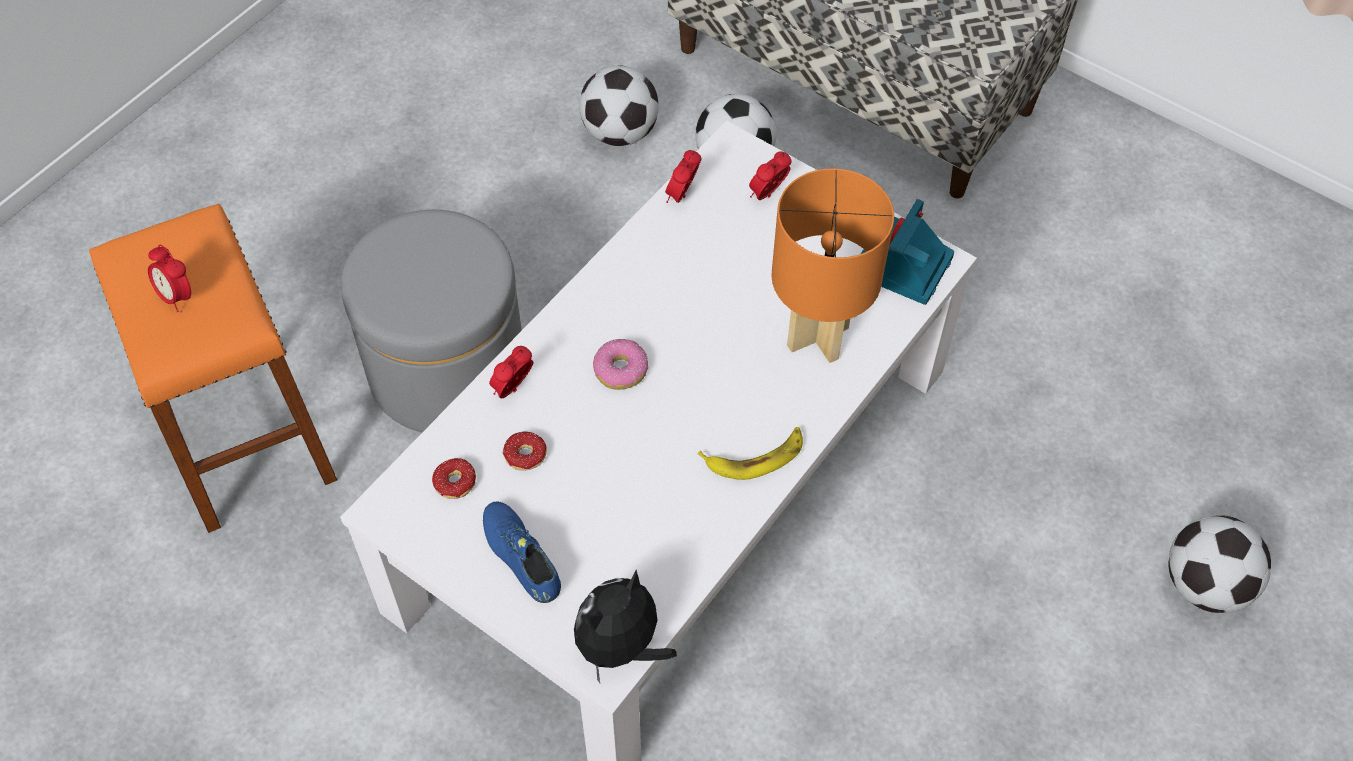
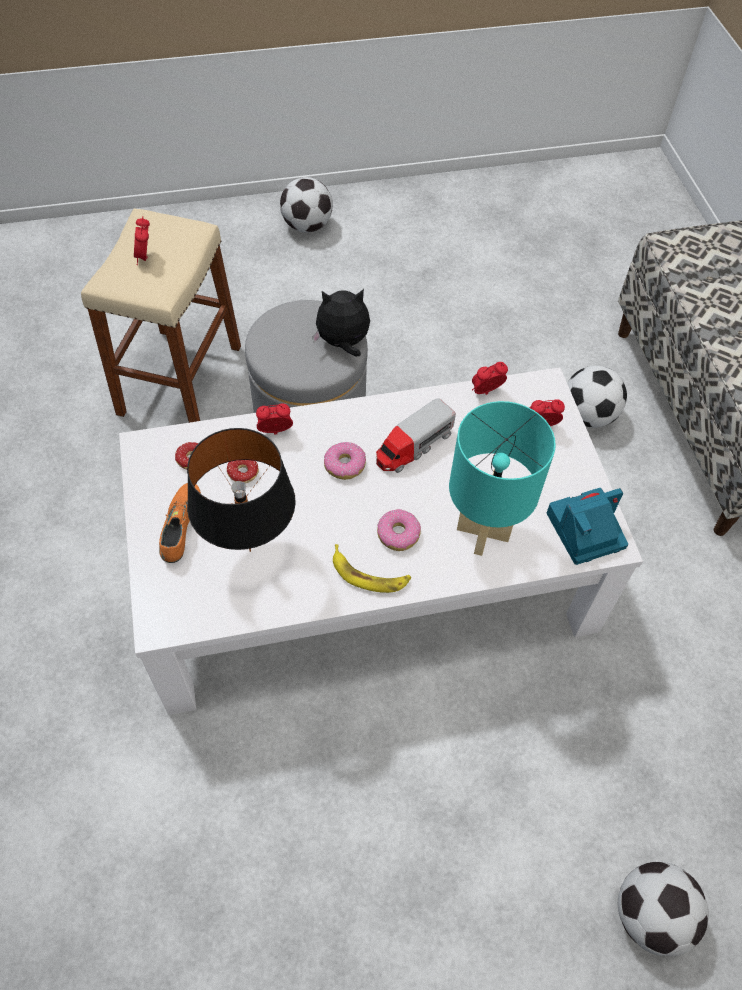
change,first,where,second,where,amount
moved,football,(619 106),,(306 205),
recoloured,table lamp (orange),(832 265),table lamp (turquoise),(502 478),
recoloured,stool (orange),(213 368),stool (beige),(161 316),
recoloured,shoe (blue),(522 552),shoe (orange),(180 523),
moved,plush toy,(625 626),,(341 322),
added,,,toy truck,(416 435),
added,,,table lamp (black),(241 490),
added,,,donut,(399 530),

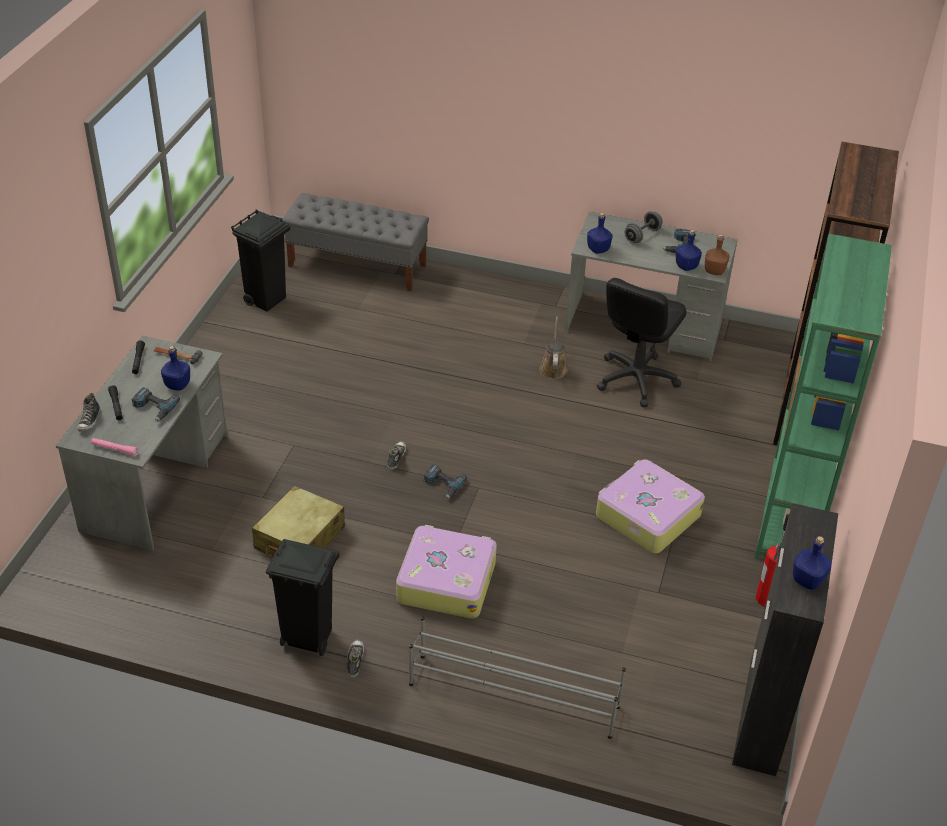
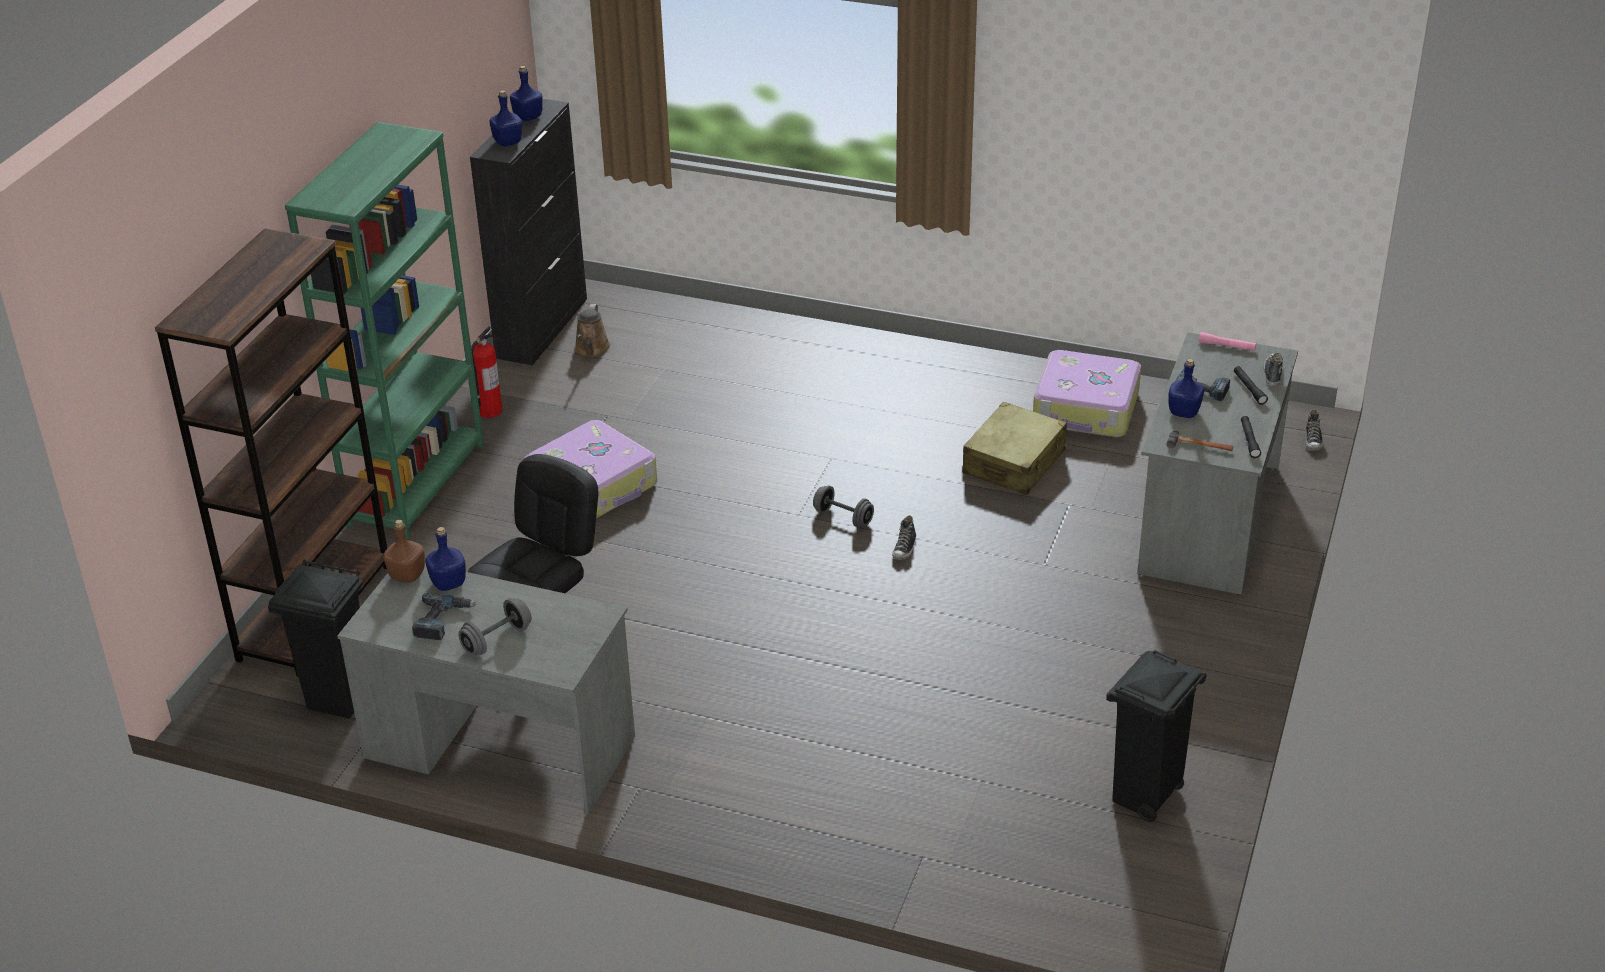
change,first,where,second,where,amount
removed,bench (grey),(355 242),,,
moved,bottle (blue),(600 233),,(506 118),
moved,watering can (brown),(553 348),,(593 330),
replaced,power drill,(445 481),dumbbell (grey),(843 506),
moved,suitcase,(446 572),,(1087 393),
moved,trash can (black),(303 597),,(315 639),
removed,shoe rack (grey),(517 677),,,
moved,shoe,(355 659),,(1314 430),

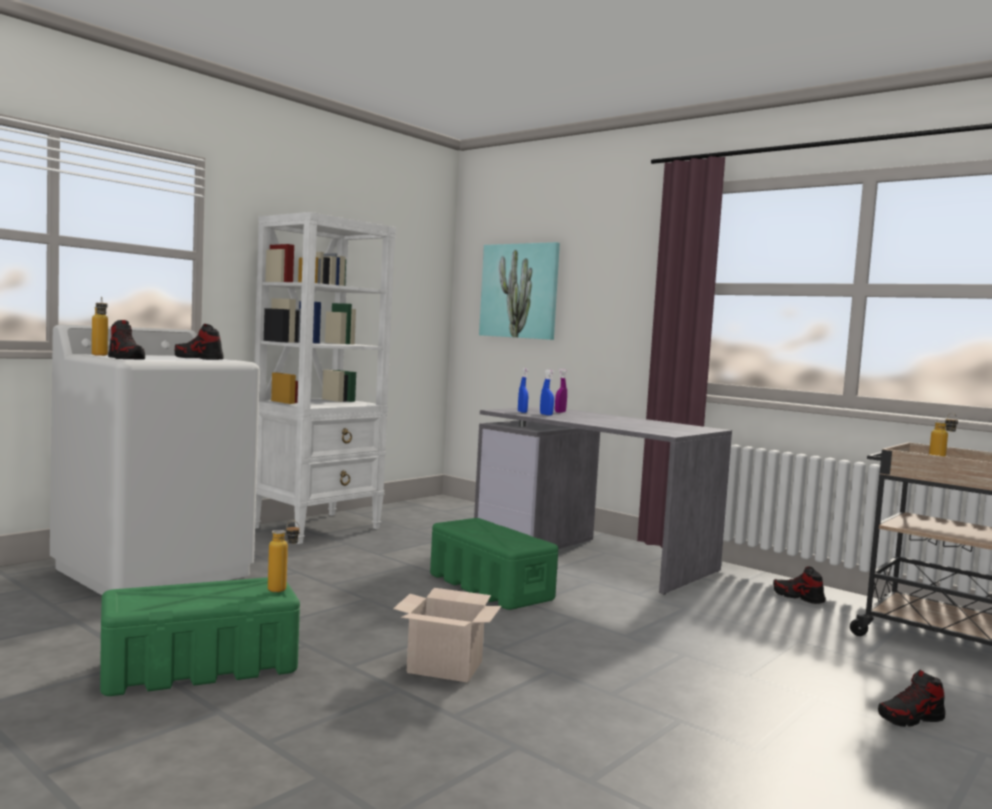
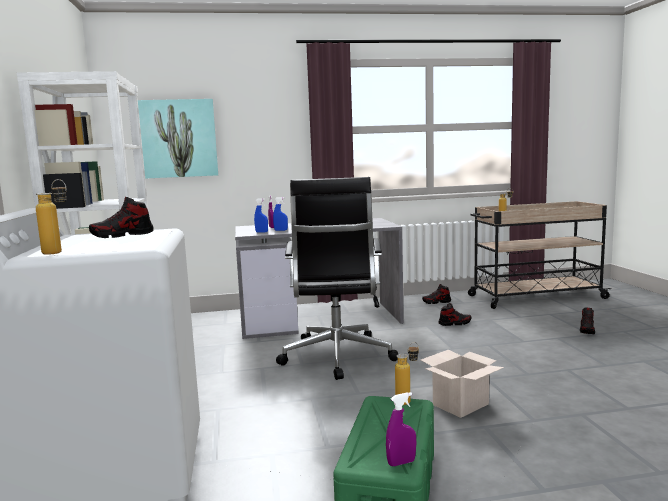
change,first,where,second,where,amount
moved,shoe,(126 340),,(454 314),
replaced,storage box (green),(494 564),office chair (black),(337 278),
added,,,spray bottle (purple),(401 429),

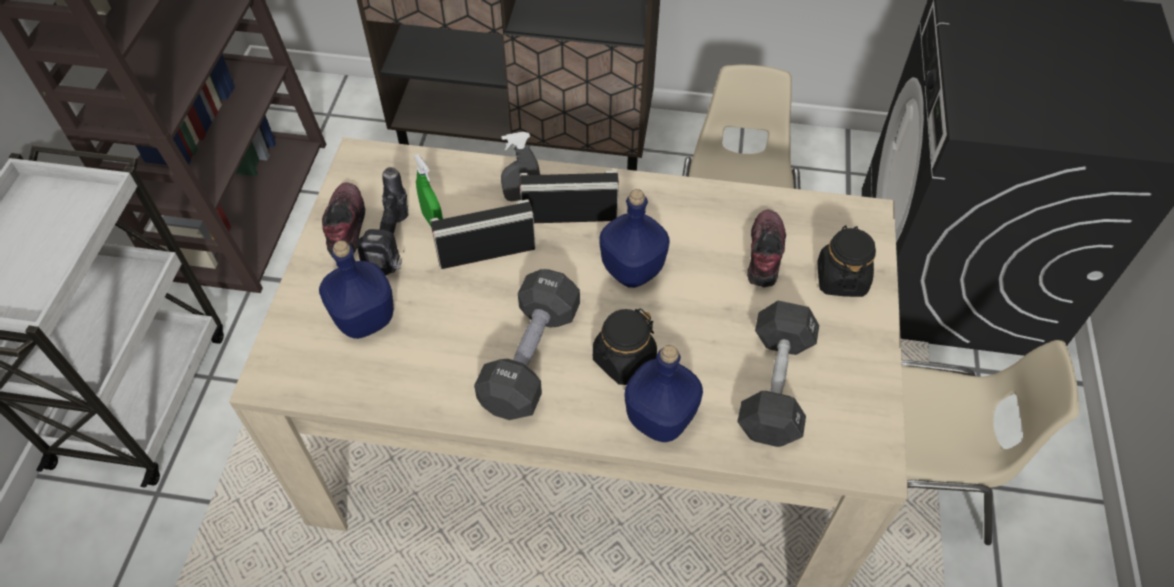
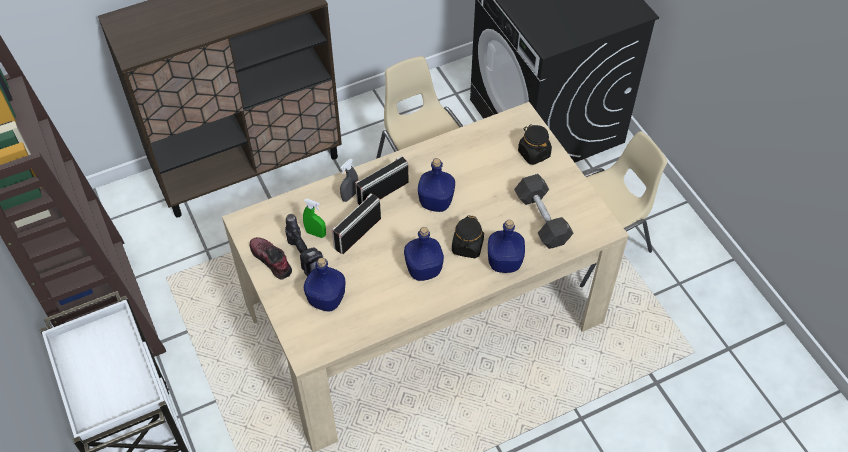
change,first,where,second,where,amount
removed,shoe,(766 249),,,
replaced,dumbbell (black),(527 344),bottle (blue),(424 254),

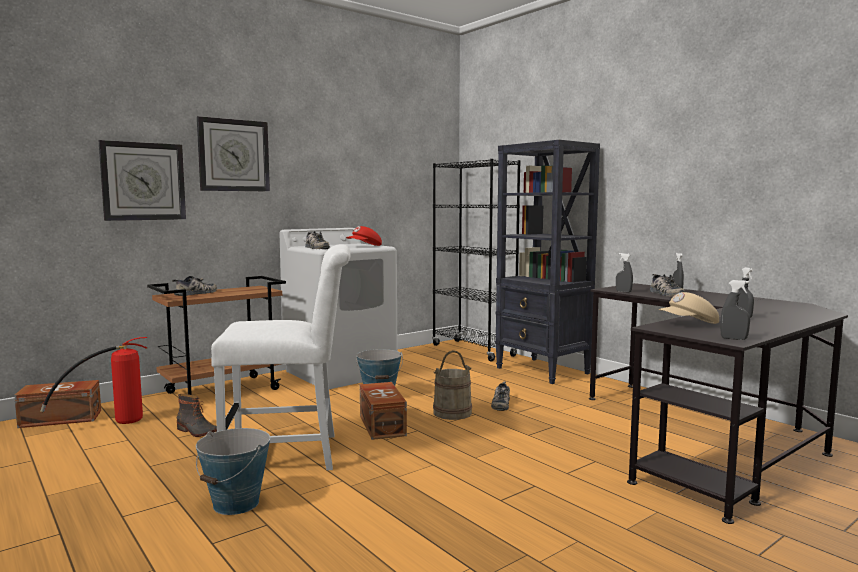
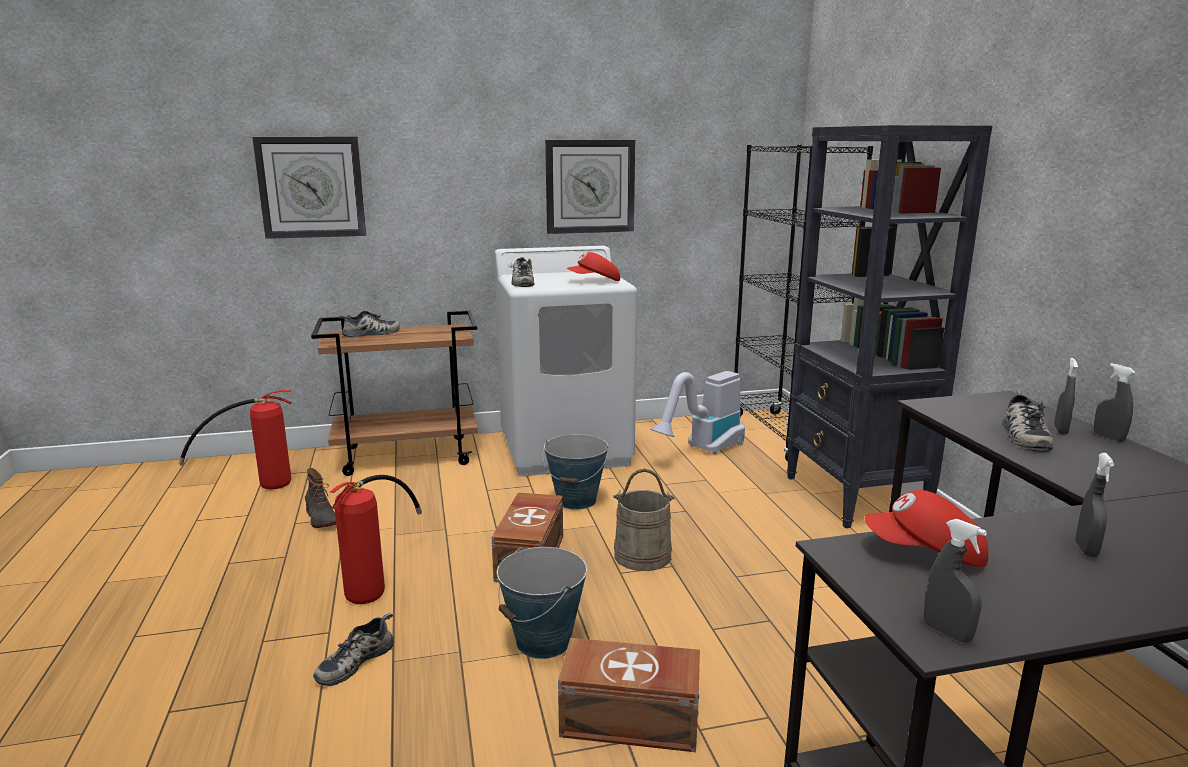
change,first,where,second,where,amount
moved,wall clock,(233 153),,(590 187),
replaced,chair (white),(281 357),fire extinguisher,(376 539),
moved,spray bottle (grey),(624 273),,(1115 402),
recoloured,cap (beige),(689 308),cap (red),(926 528),
moved,storage box (brown),(57 404),,(629 695),
moved,shoe,(500 396),,(353 649),
moved,bucket,(233 471),,(542 603),
added,,,vacuum cleaner,(697 413),

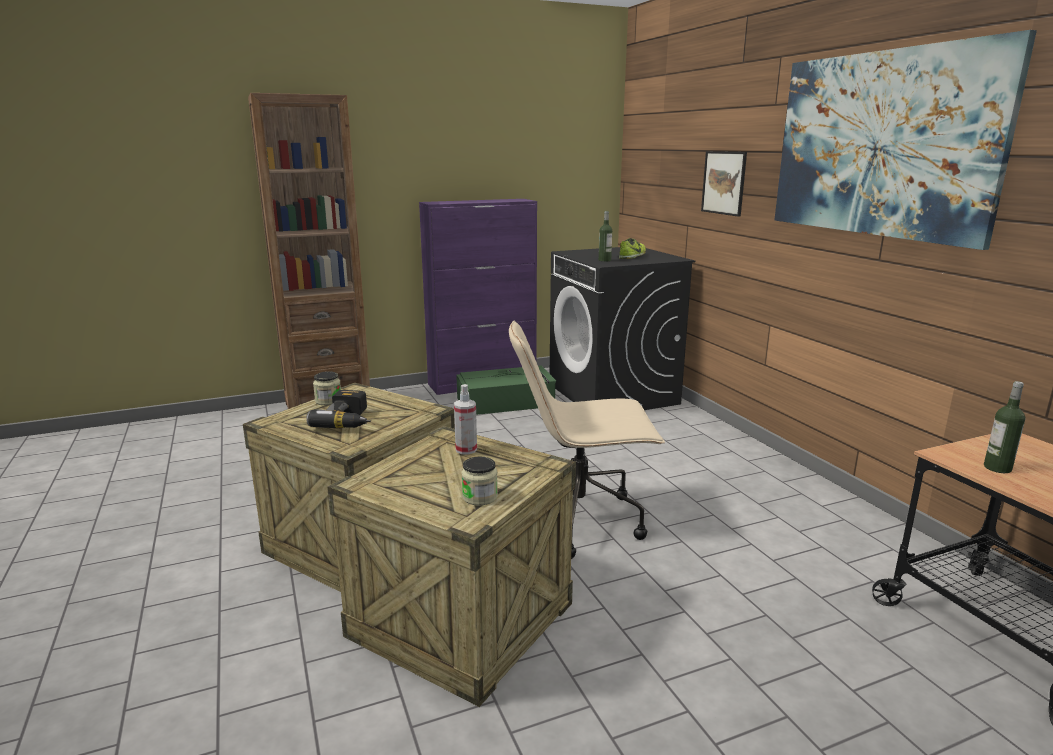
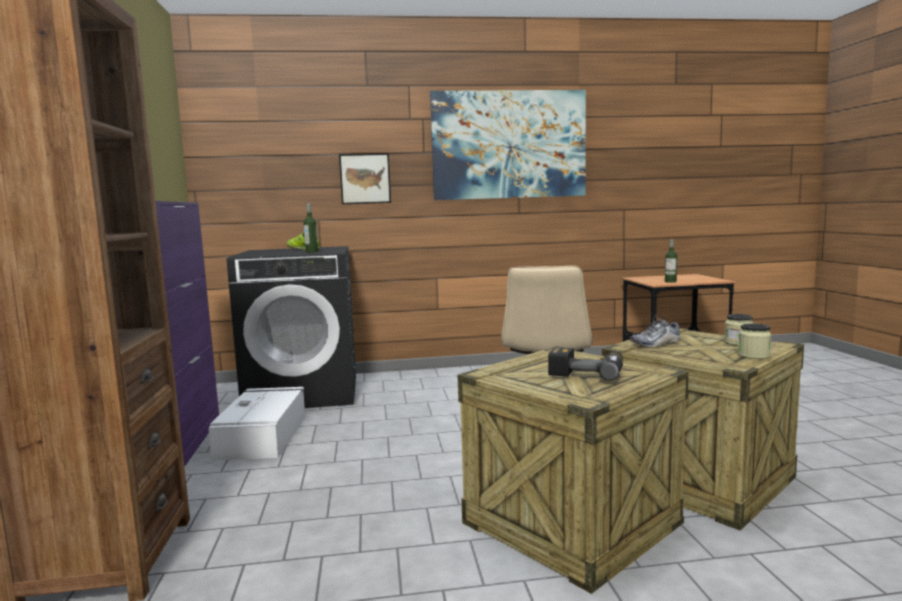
change,first,where,second,where,amount
recoloured,storage box (green),(506 390),storage box (white),(256 423),
moved,jar,(327 388),,(754 341),
replaced,spray bottle,(465 419),shoe,(655 331),

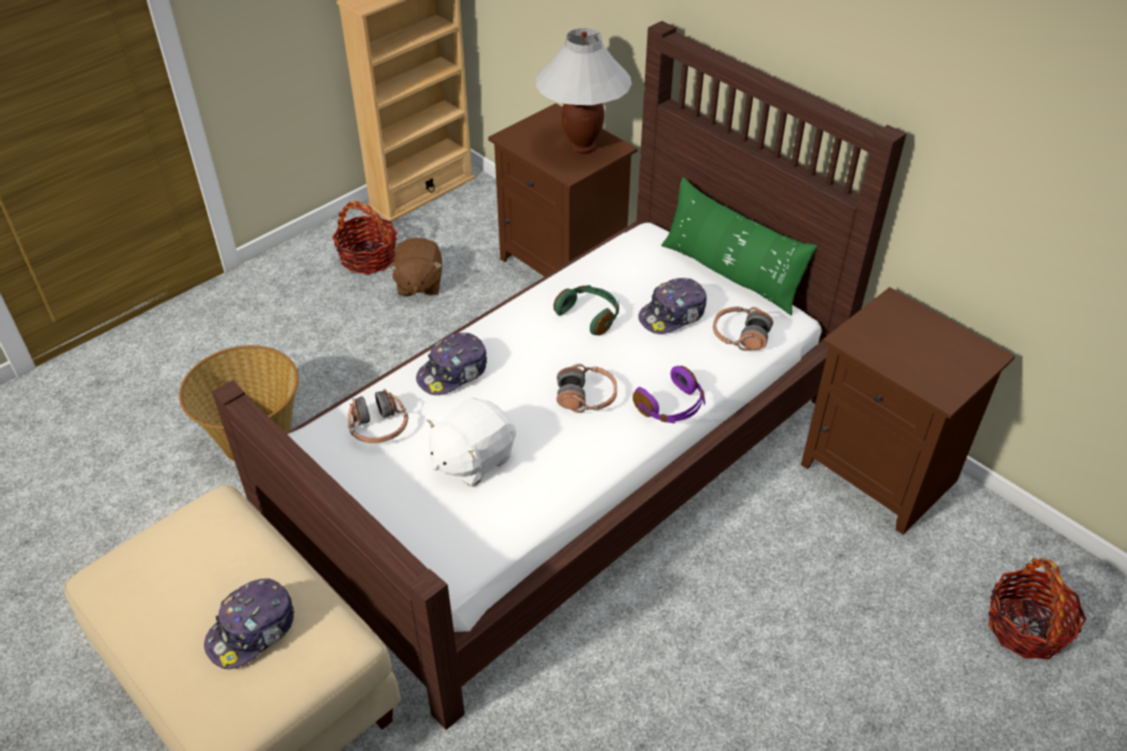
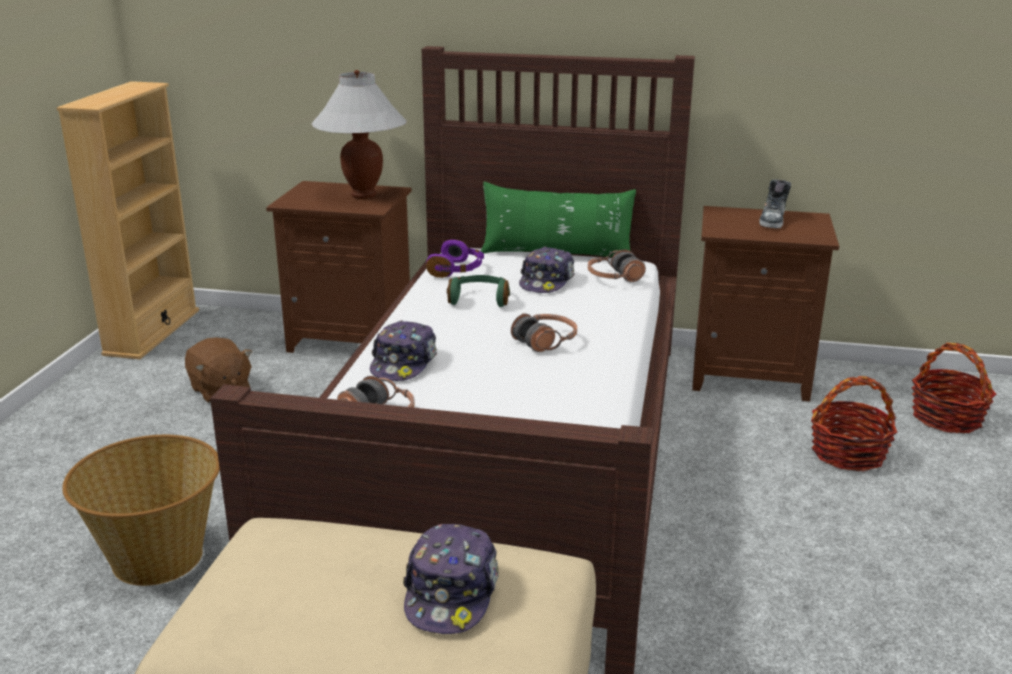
change,first,where,second,where,amount
moved,basket,(364 237),,(854 423),
moved,headphones (purple),(669 394),,(455 259),
removed,plush toy (white),(471 442),,,
added,,,shoe,(775 203),

